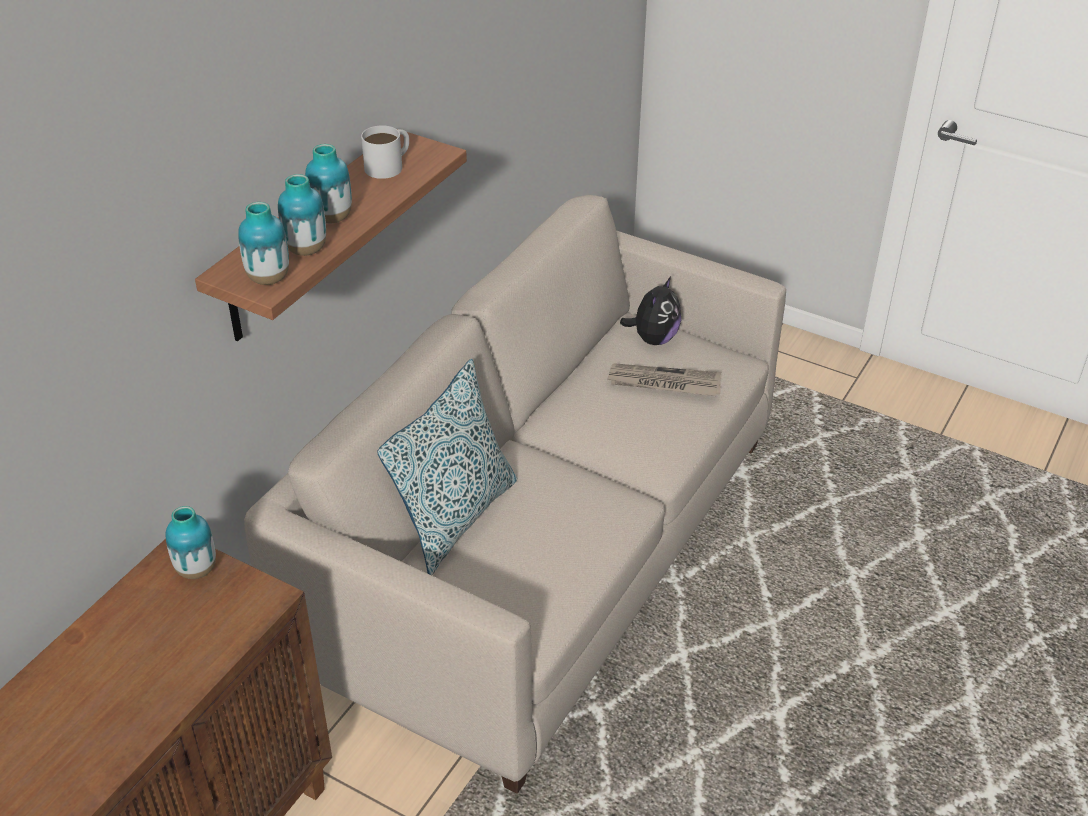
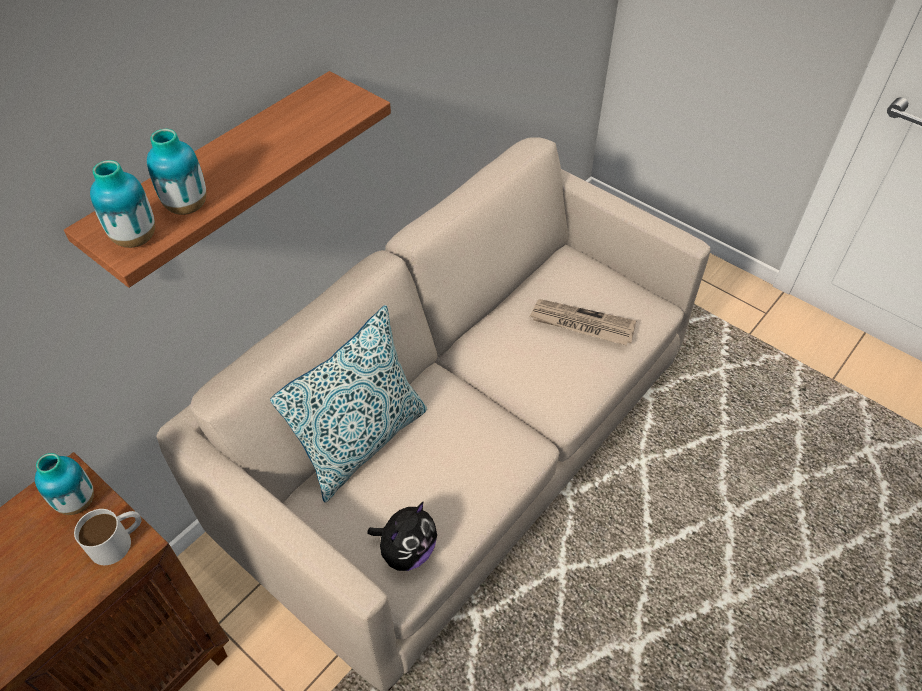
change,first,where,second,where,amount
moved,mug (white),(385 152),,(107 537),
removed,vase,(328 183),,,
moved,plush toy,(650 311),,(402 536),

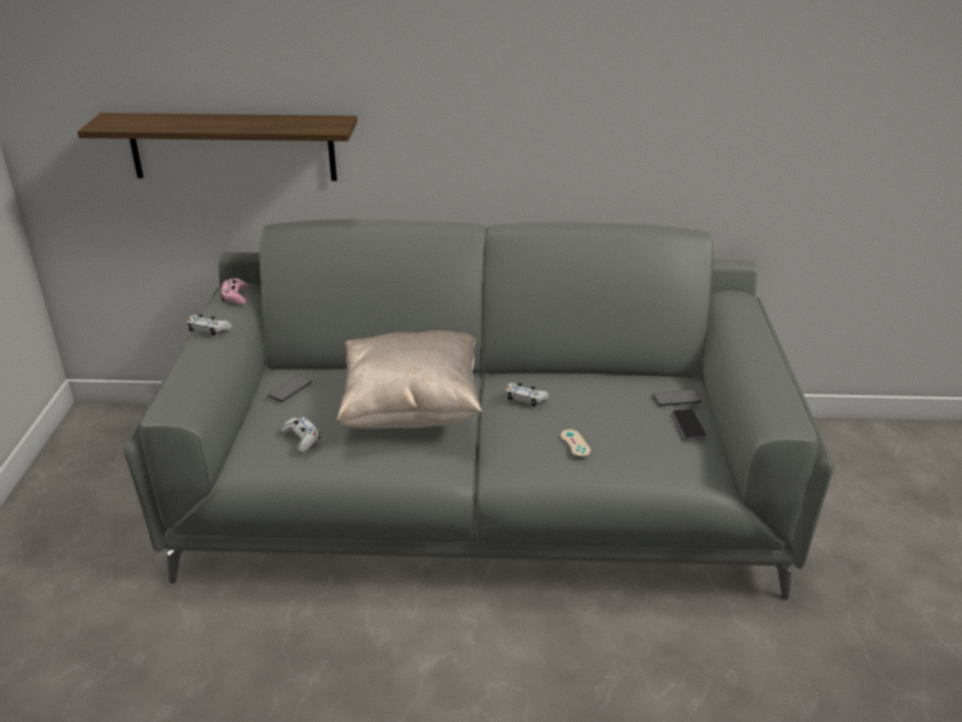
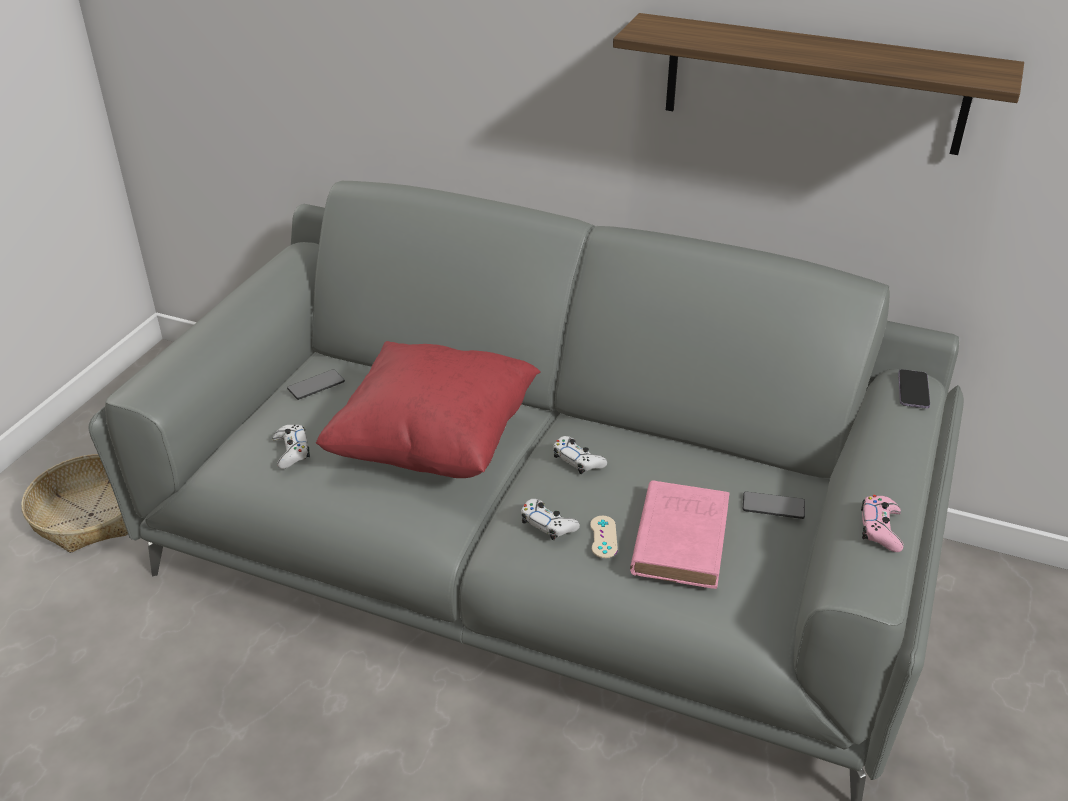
change,first,where,second,where,amount
moved,shelf,(217 147),,(818 84),
moved,game controller (pink),(234 291),,(882 523),
moved,game controller (white),(209 325),,(550 519),
recoloured,pillow (beige),(409 379),pillow (red),(428 409),
moved,phone,(689 424),,(914 389),
added,,,basket,(75 503),
added,,,book (pink),(680 534),

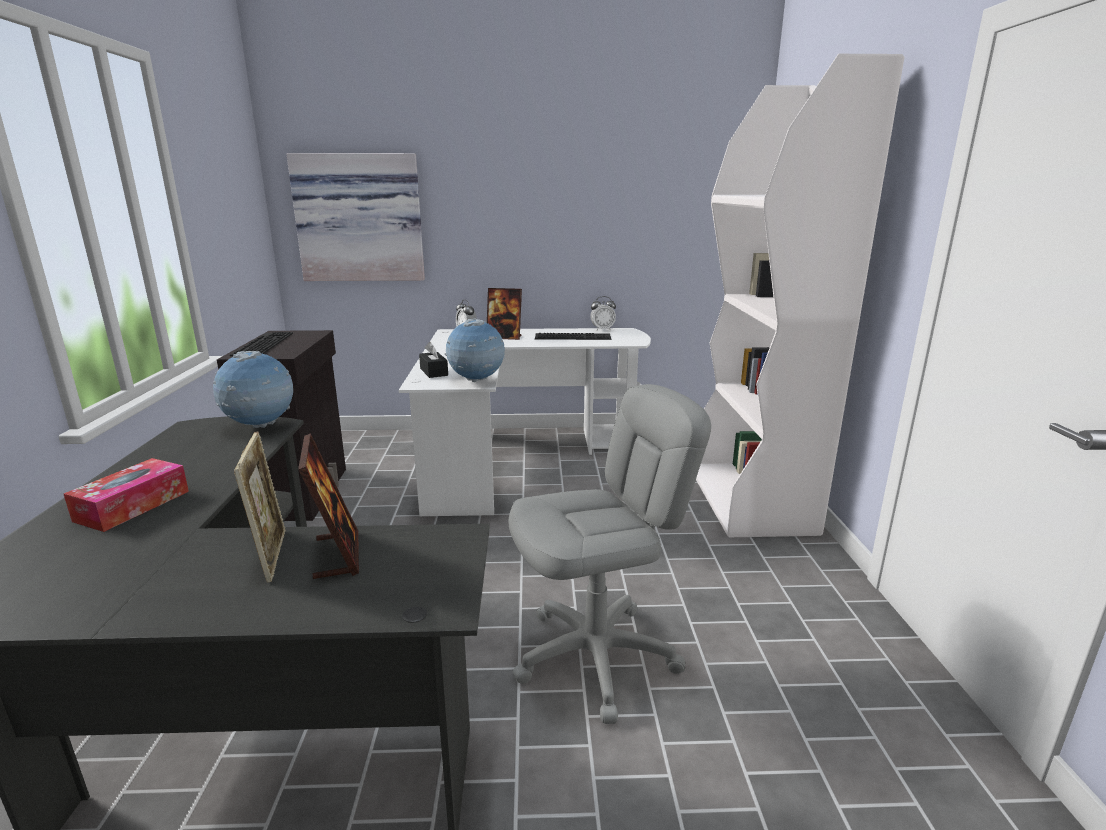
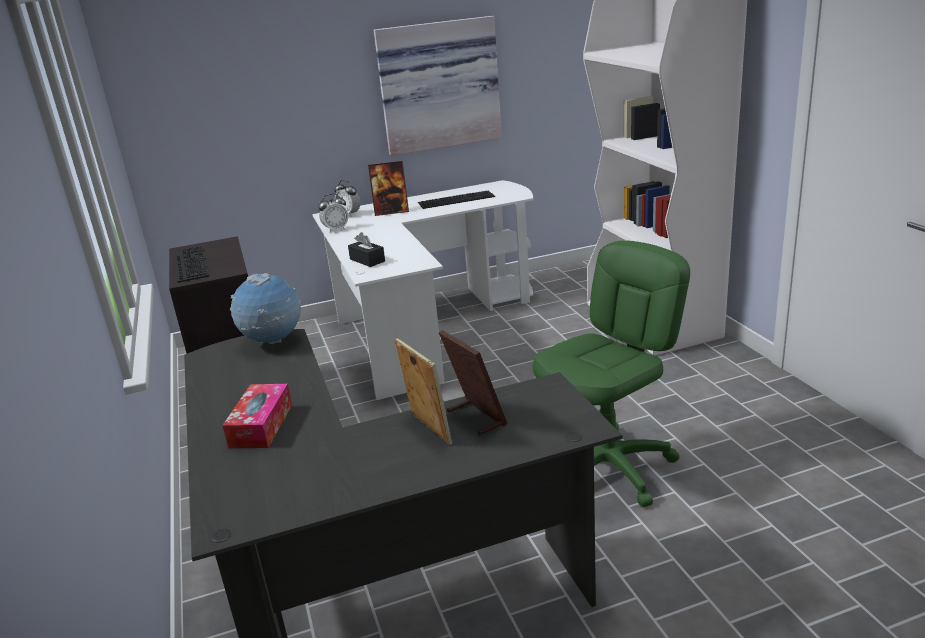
change,first,where,second,where,amount
moved,picture,(355 217),,(438 86),
moved,alarm clock,(603 313),,(333 213),
removed,globe,(474 350),,,
recoloured,office chair (grey),(610 554),office chair (green),(611 373),

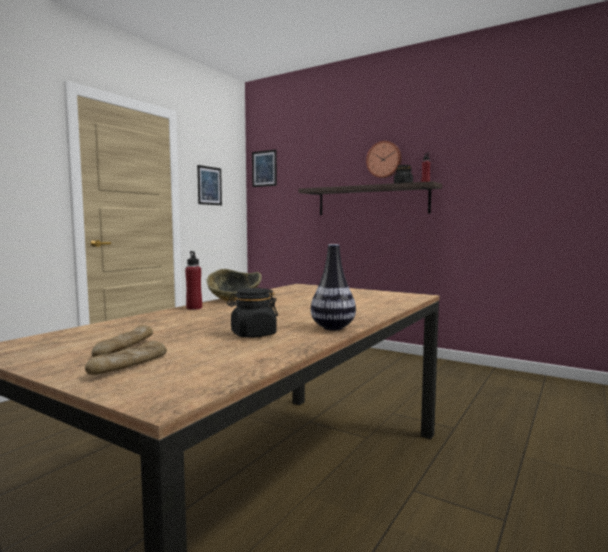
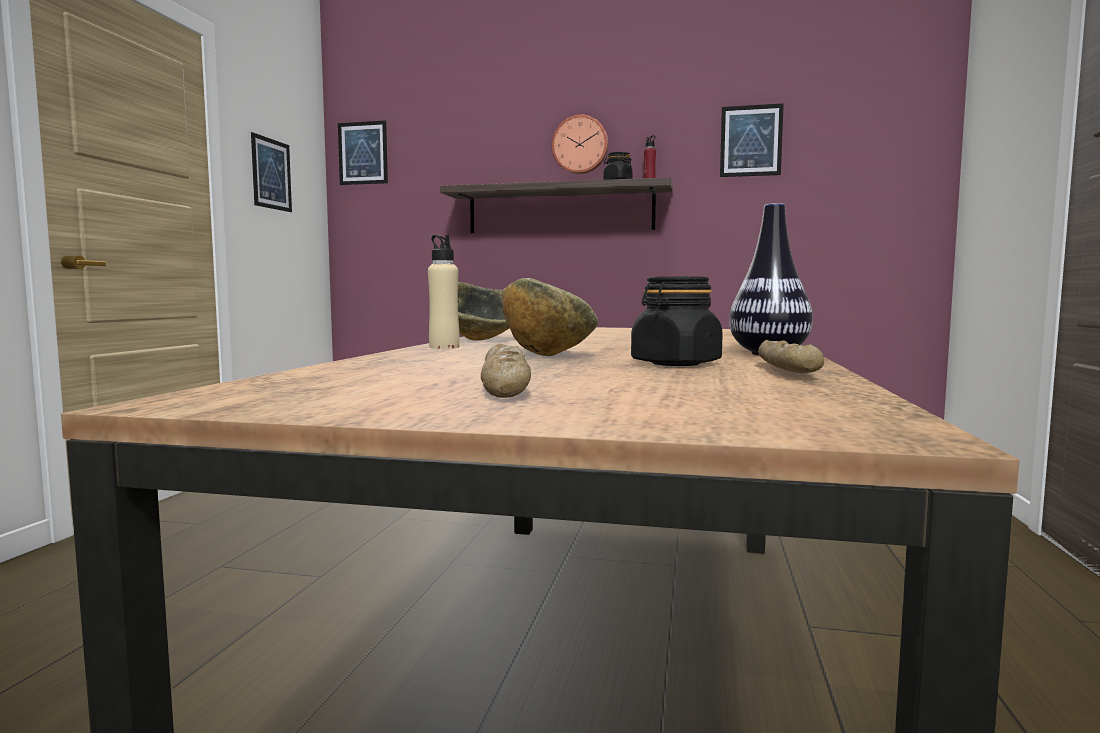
change,first,where,second,where,amount
recoloured,bottle (red),(193 280),bottle (beige),(444 292),
moved,bread,(126 358),,(791 356),
added,,,picture,(752 140),
added,,,bowl,(550 317),

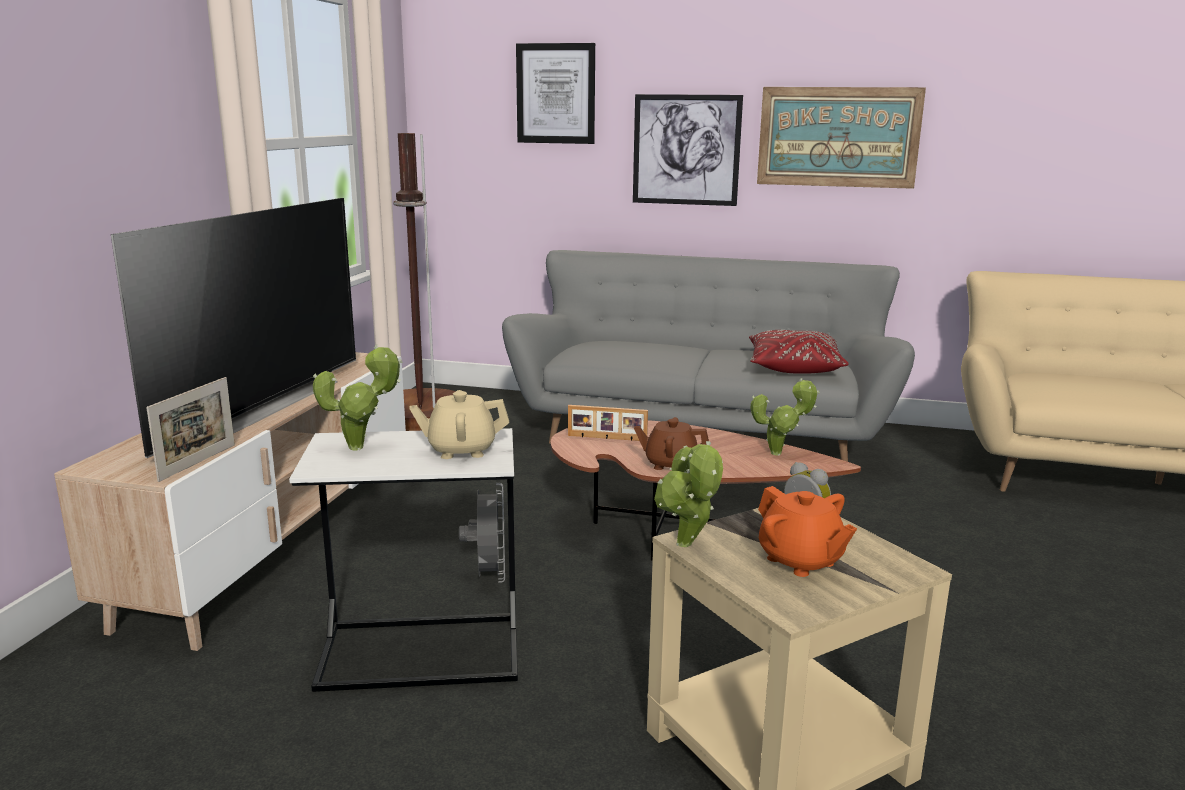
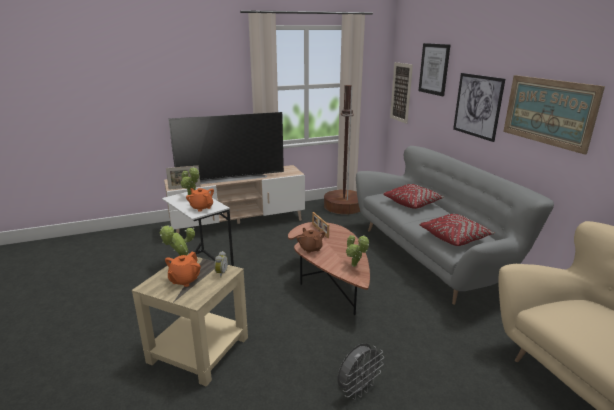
change,first,where,second,where,amount
recoloured,teapot (beige),(459 424),teapot (orange),(200 200),
moved,fan (grey),(482 533),,(360 371),
added,,,picture,(401 93),
added,,,pillow (red),(414 196),

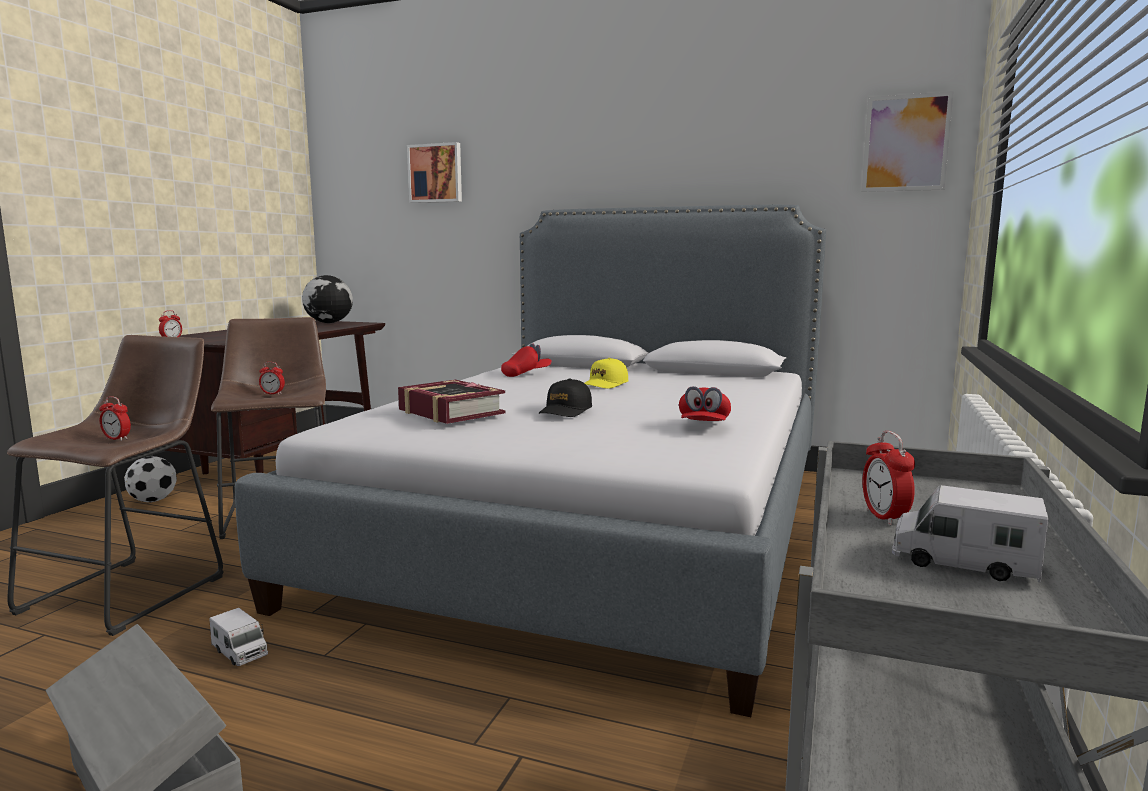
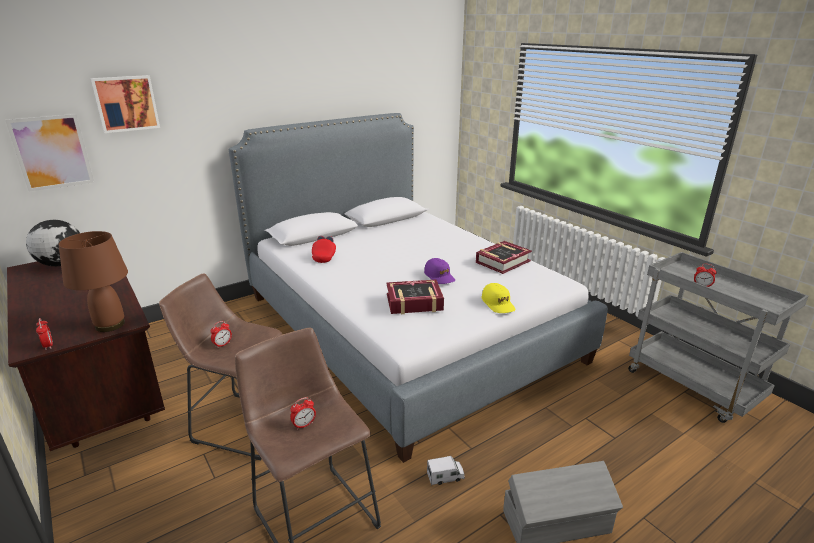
change,first,where,second,where,amount
moved,picture,(907 141),,(49 153),
moved,cap (yellow),(607 373),,(498 298),
recoloured,cap (black),(565 397),cap (purple),(439 271),
replaced,cap (red),(705 403),book,(504 257),
removed,football,(150 479),,,
removed,toy truck,(970 533),,,
added,,,table lamp (brown),(93 281),

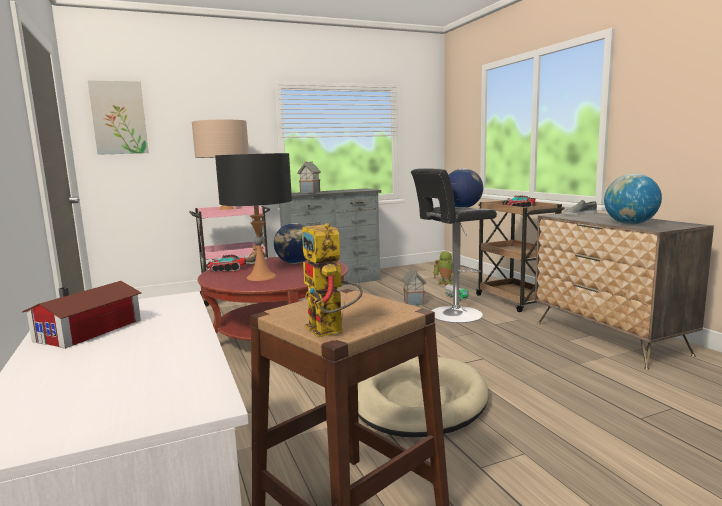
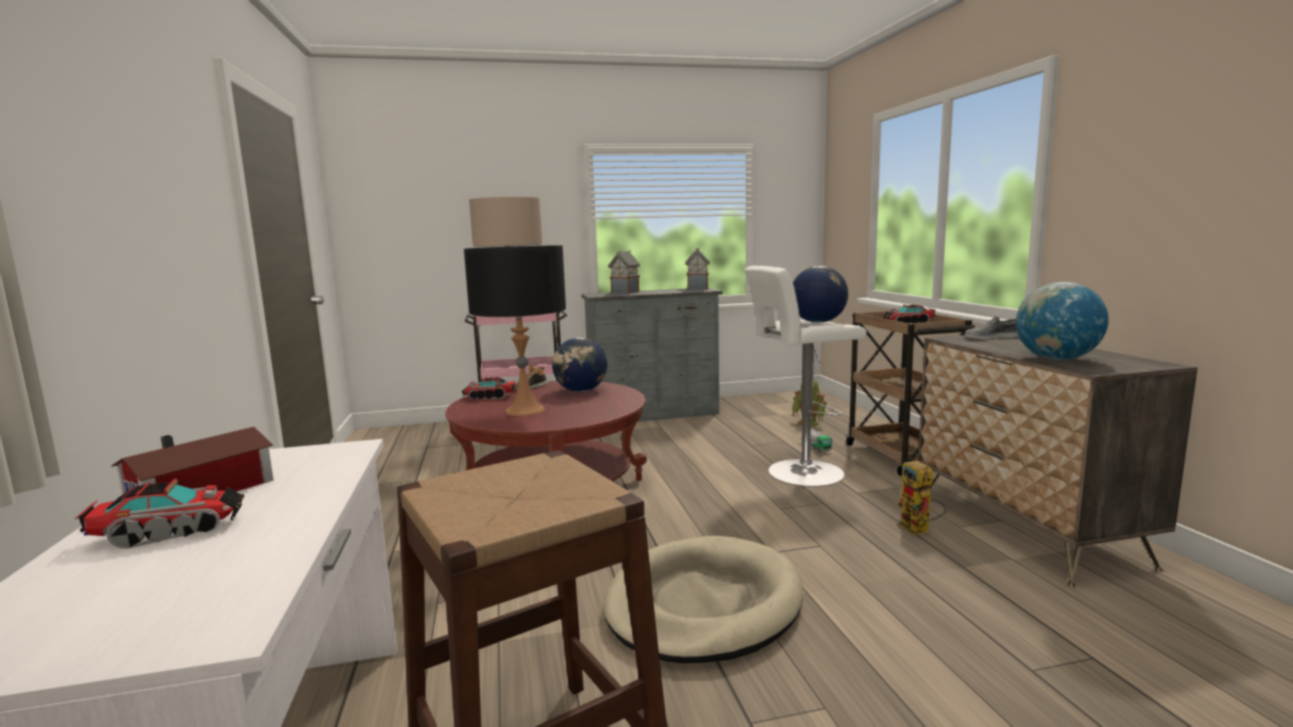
change,first,where,second,where,amount
removed,picture,(118 117),,,
recoloured,stool (black),(454 245),stool (white),(805 376),
moved,toy robot,(332 280),,(922 498),
moved,toy house,(414 286),,(697 269),
added,,,toy truck,(160 514),

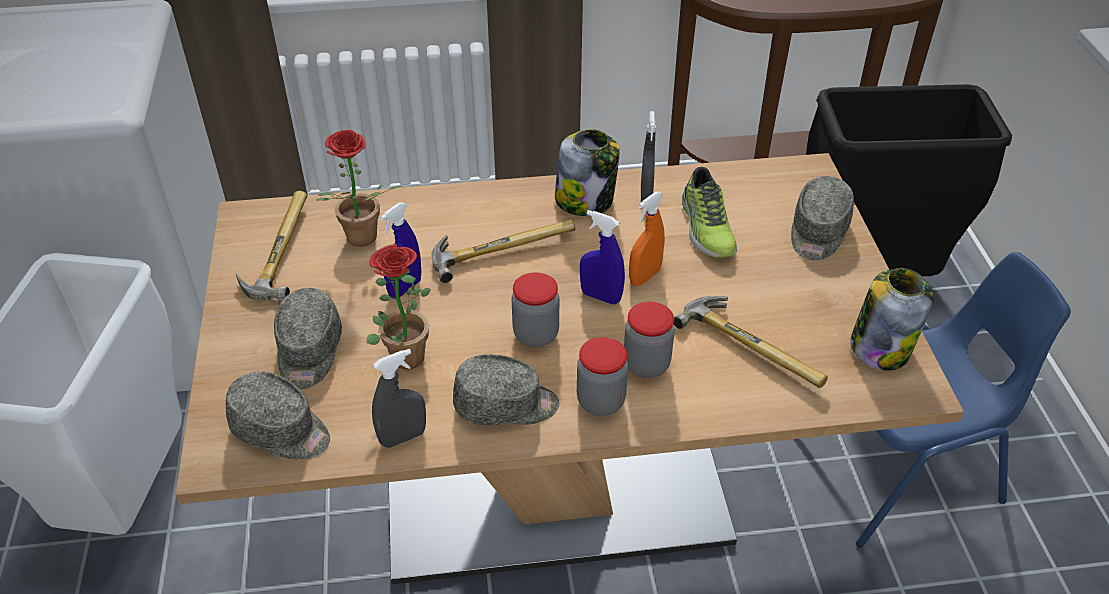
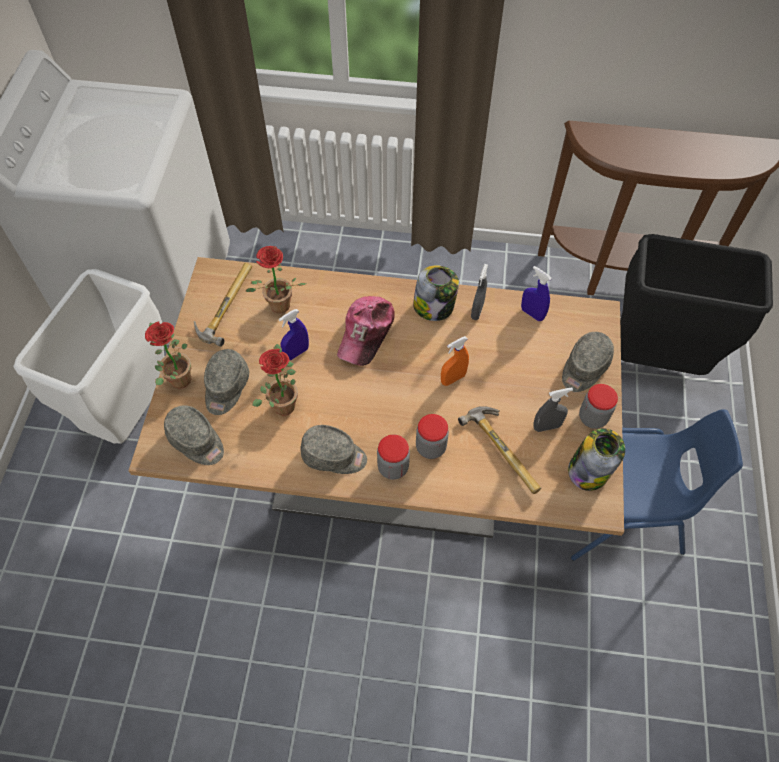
change,first,where,second,where,amount
removed,shoe,(709 212),,,
moved,spray bottle (blue),(602 257),,(536 293),
replaced,hammer,(503 251),cap,(366 331),
moved,jar,(535 309),,(598 406),
moved,spray bottle (grey),(399 398),,(553 410),
added,,,potted plant,(168 355),

